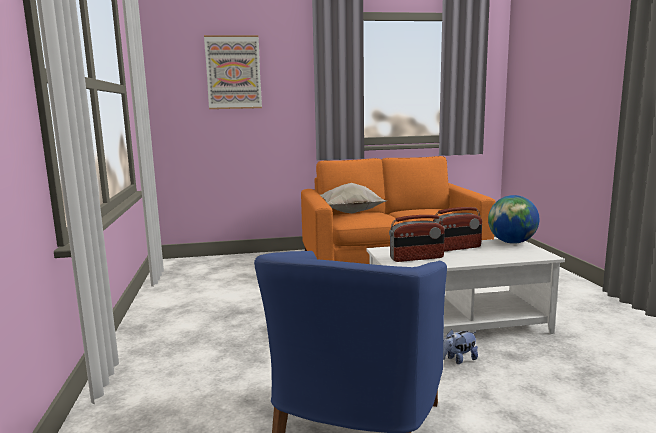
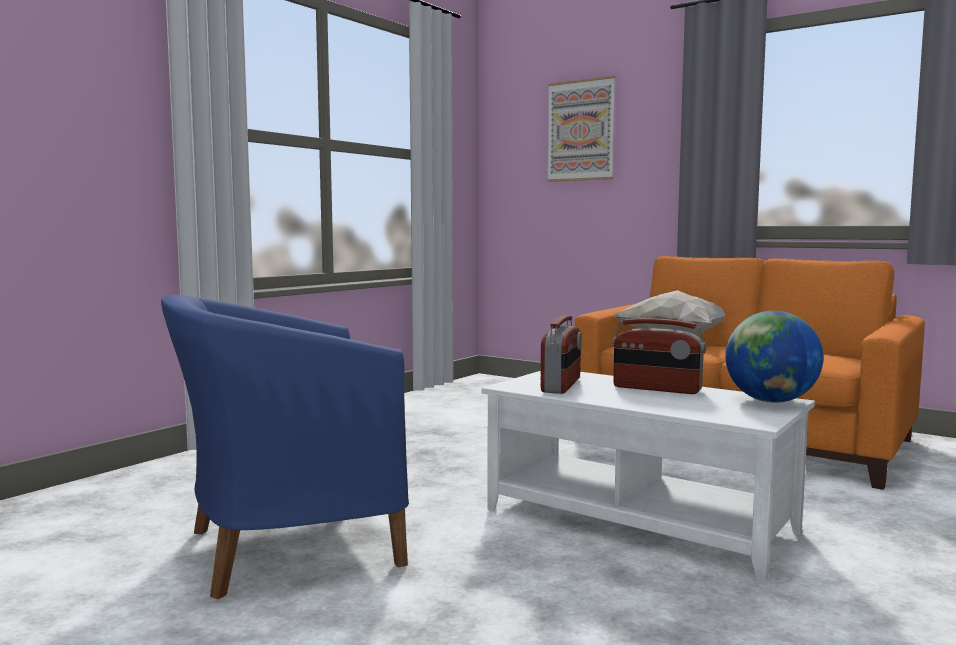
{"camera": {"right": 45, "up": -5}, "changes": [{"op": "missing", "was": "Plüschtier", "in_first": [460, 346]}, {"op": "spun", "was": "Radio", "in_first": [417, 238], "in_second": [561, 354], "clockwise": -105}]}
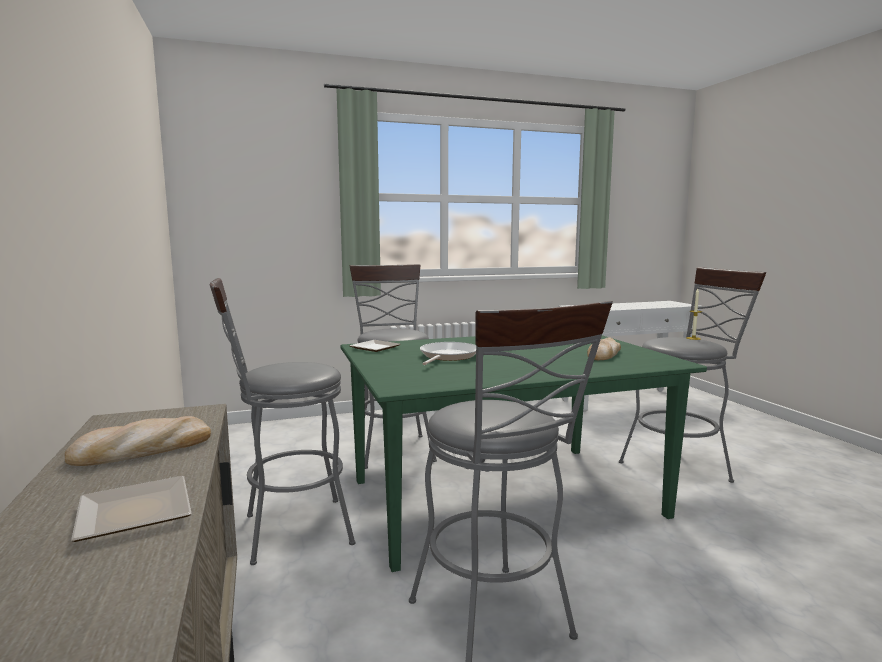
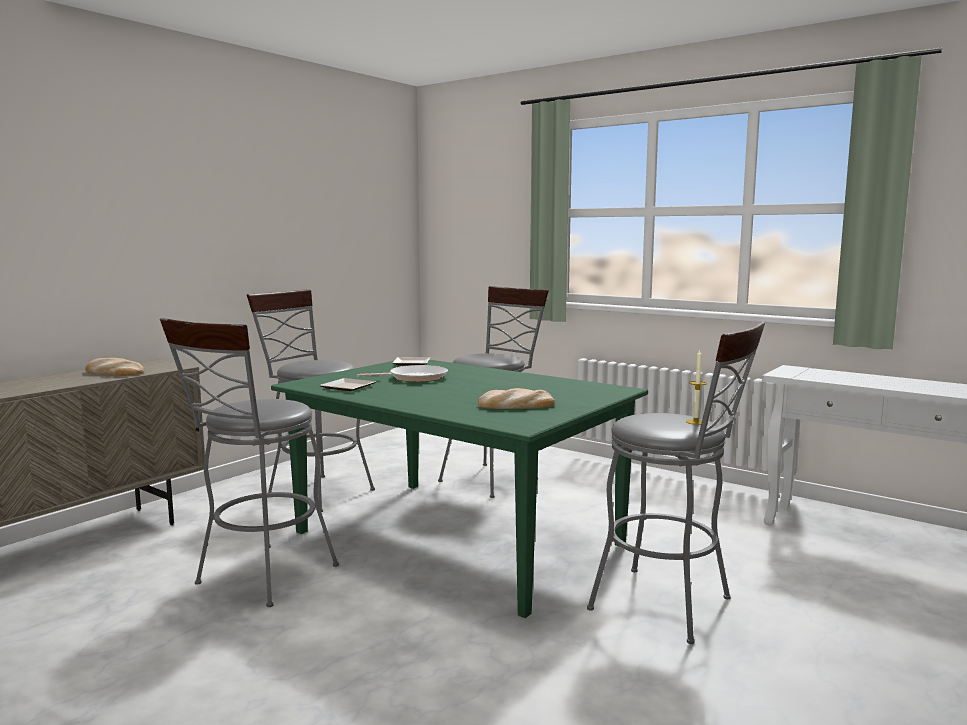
{"camera": {"right": 55, "up": 0}, "changes": [{"op": "relocated", "was": "Teller", "in_first": [131, 509], "in_second": [347, 384]}]}
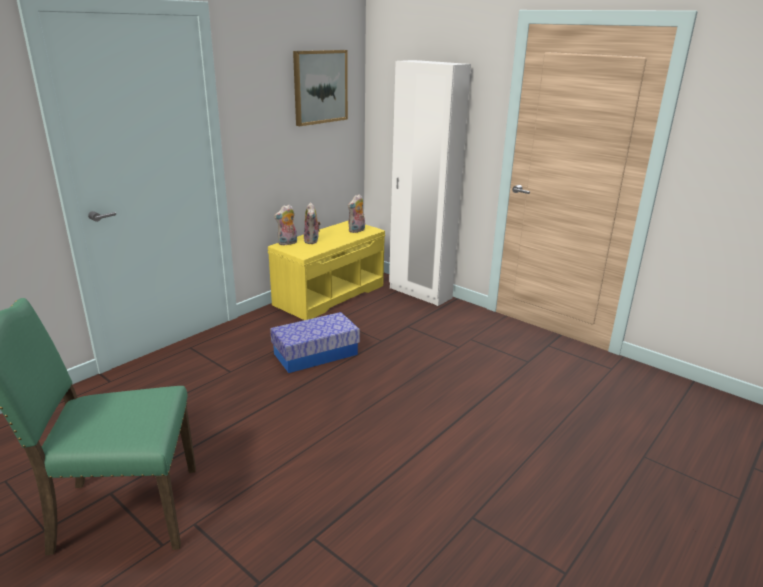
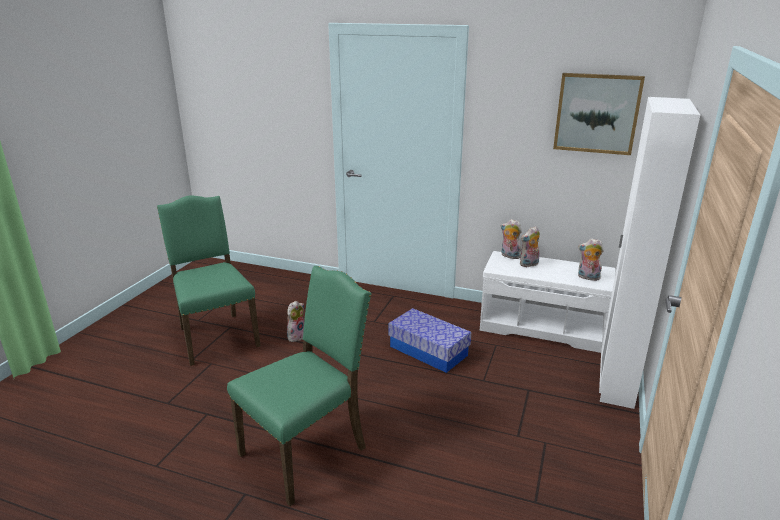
{"camera": {"right": 70, "up": 0}, "changes": [{"op": "appeared", "now": "Stuhl [grün]", "in_second": [299, 386]}, {"op": "appeared", "now": "Plüschtier", "in_second": [295, 321]}, {"op": "colour", "was": "Bank [gelb]", "now": "Bank [weiß]", "in_first": [326, 270], "in_second": [547, 302]}]}
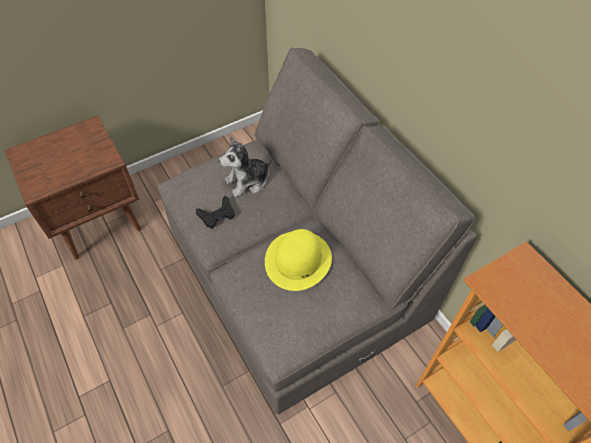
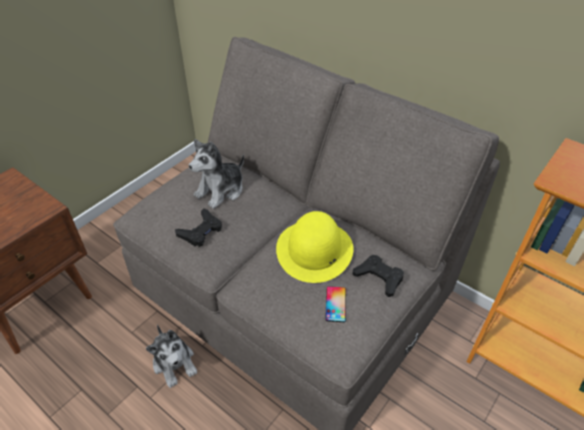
{"camera": {"right": -20, "up": -10}, "changes": [{"op": "appeared", "now": "Plüschtier", "in_second": [171, 356]}, {"op": "appeared", "now": "Handy", "in_second": [335, 304]}, {"op": "appeared", "now": "Gamepad [schwarz]", "in_second": [378, 276]}]}
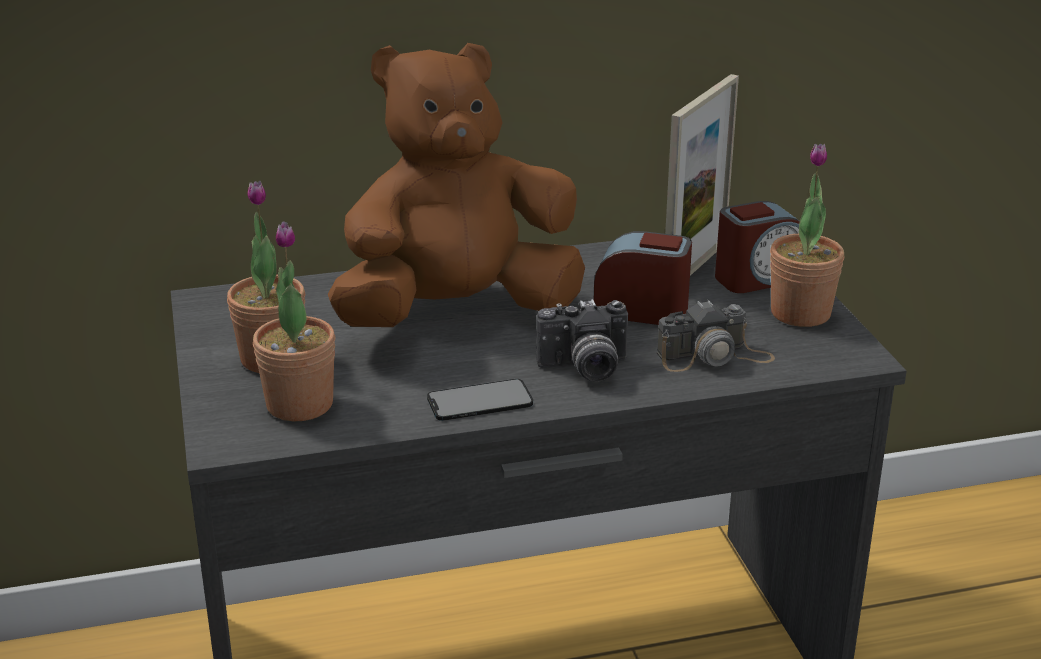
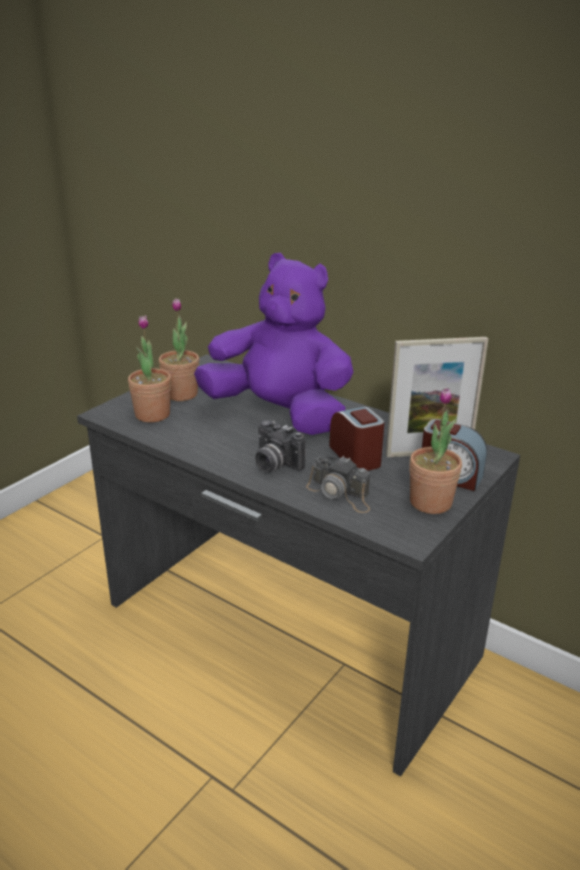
{"camera": {"right": 50, "up": 0}, "changes": [{"op": "missing", "was": "Handy", "in_first": [480, 400]}, {"op": "colour", "was": "Plüschtier [braun]", "now": "Plüschtier [lila]", "in_first": [456, 185], "in_second": [274, 344]}]}
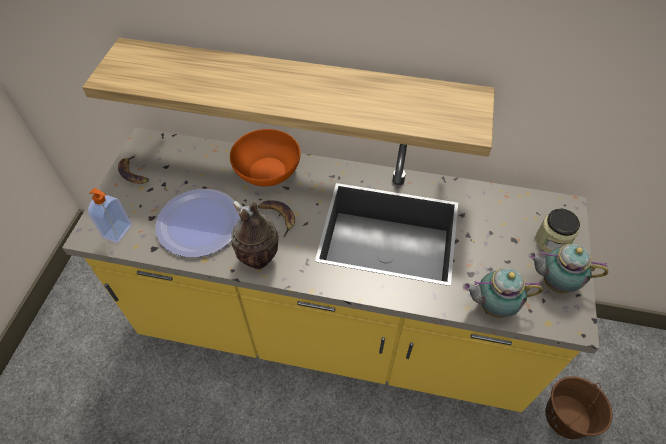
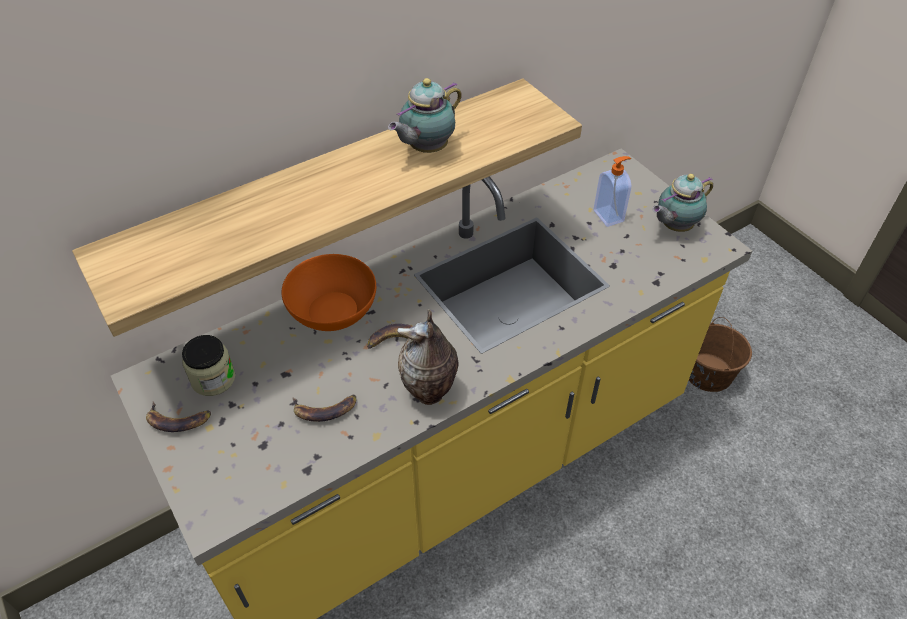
{"camera": {"right": -45, "up": -5}, "changes": [{"op": "relocated", "was": "Seifenspender", "in_first": [110, 215], "in_second": [612, 191]}, {"op": "relocated", "was": "Teekanne", "in_first": [503, 293], "in_second": [425, 115]}, {"op": "relocated", "was": "Vorratsglas", "in_first": [557, 230], "in_second": [208, 365]}, {"op": "exchanged", "was": "Teller", "now": "Banane", "in_first": [197, 223], "in_second": [324, 408]}]}
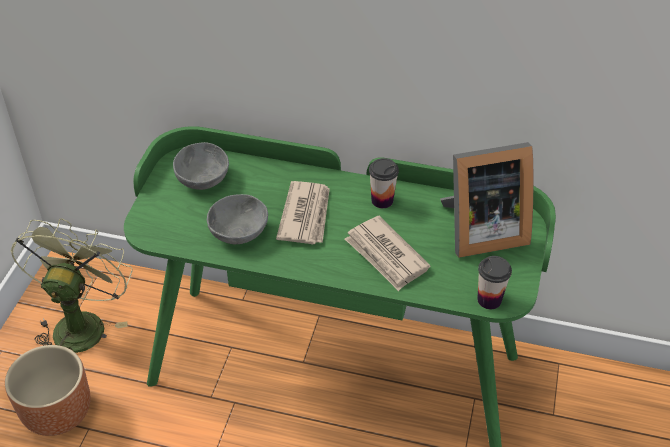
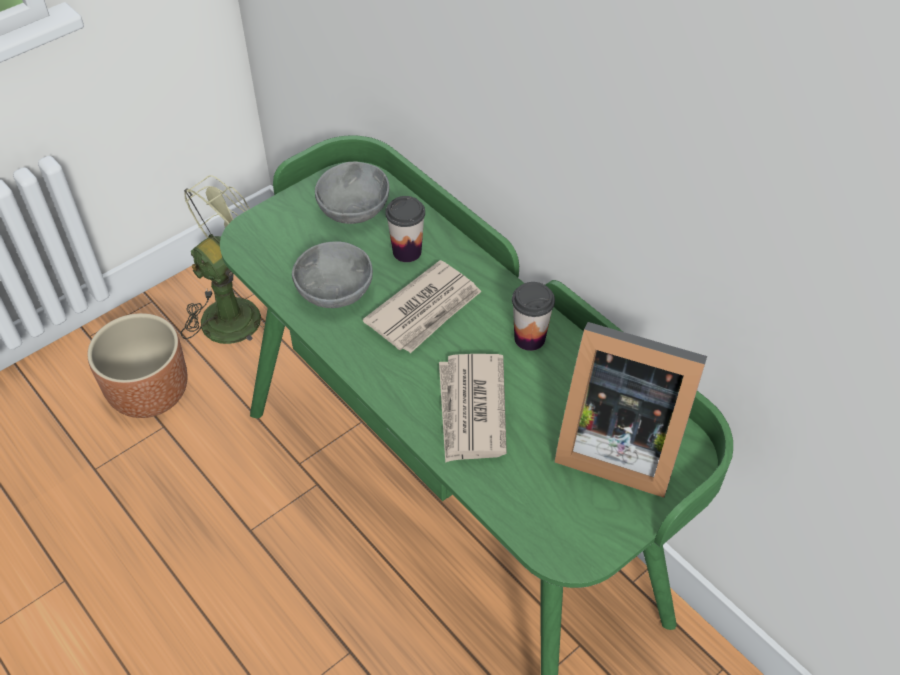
{"camera": {"right": 35, "up": 5}, "changes": [{"op": "relocated", "was": "Tasse", "in_first": [494, 282], "in_second": [405, 229]}]}
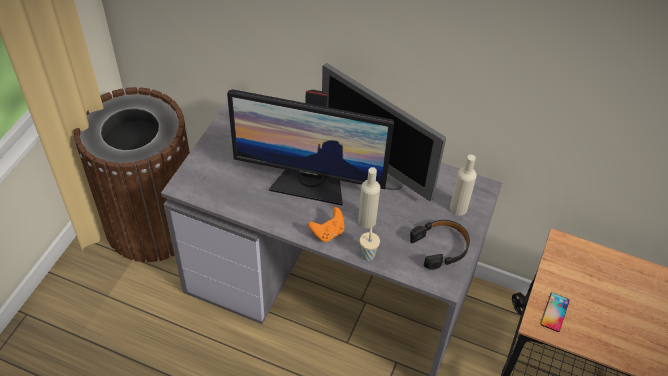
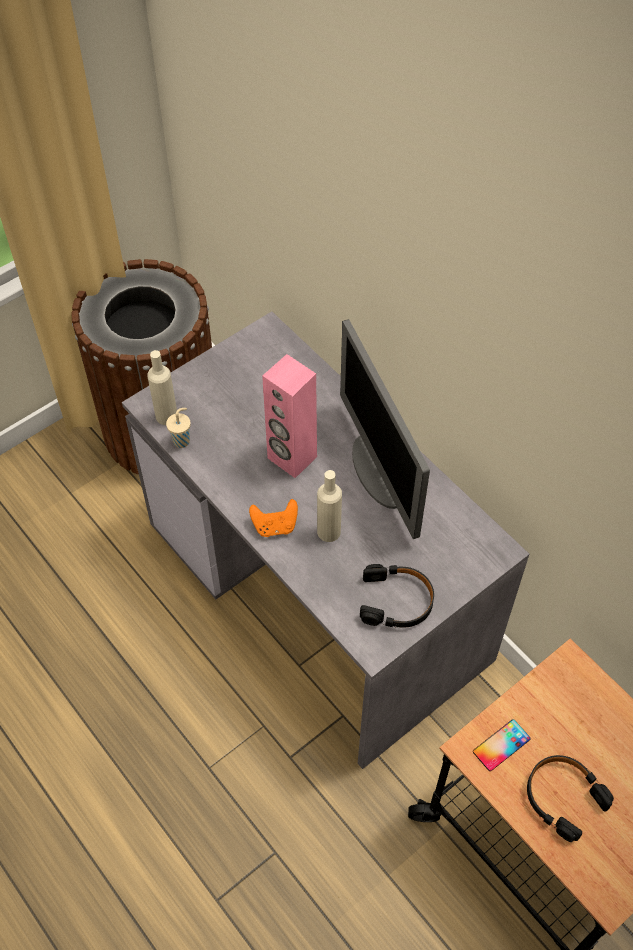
{"camera": {"right": 30, "up": 5}, "changes": [{"op": "appeared", "now": "Kopfhörer [schwarz]", "in_second": [570, 798]}, {"op": "relocated", "was": "Tasse [beige]", "in_first": [370, 243], "in_second": [178, 428]}, {"op": "relocated", "was": "Flasche [beige]", "in_first": [463, 185], "in_second": [162, 387]}, {"op": "exchanged", "was": "Monitor", "now": "Lautsprecher [rosa]", "in_first": [310, 147], "in_second": [289, 416]}]}
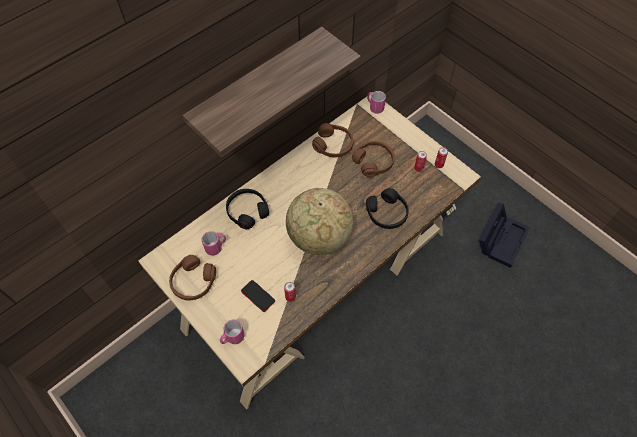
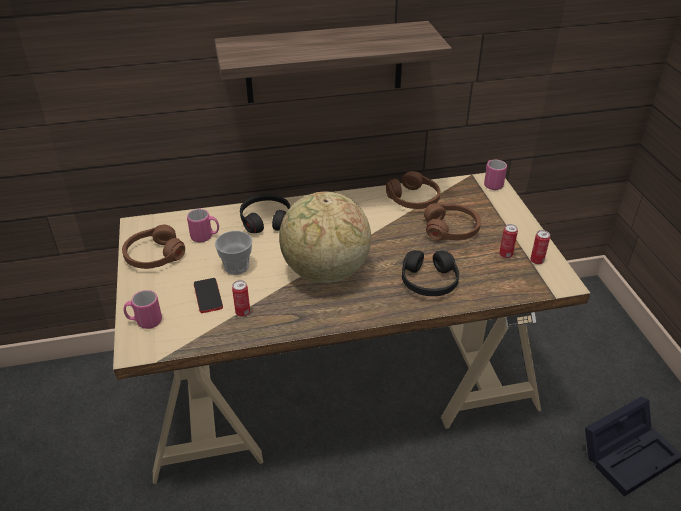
{"camera": {"right": 30, "up": -20}, "changes": [{"op": "appeared", "now": "Tasse", "in_second": [233, 253]}]}
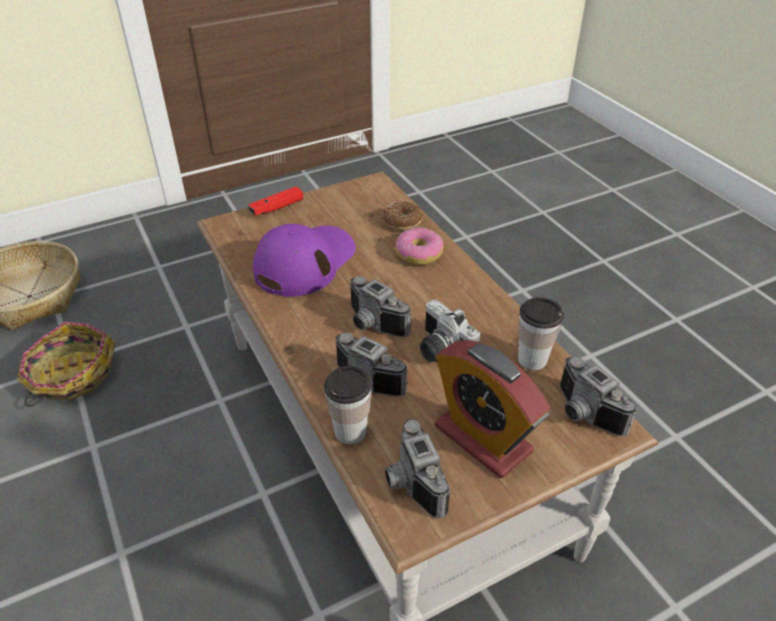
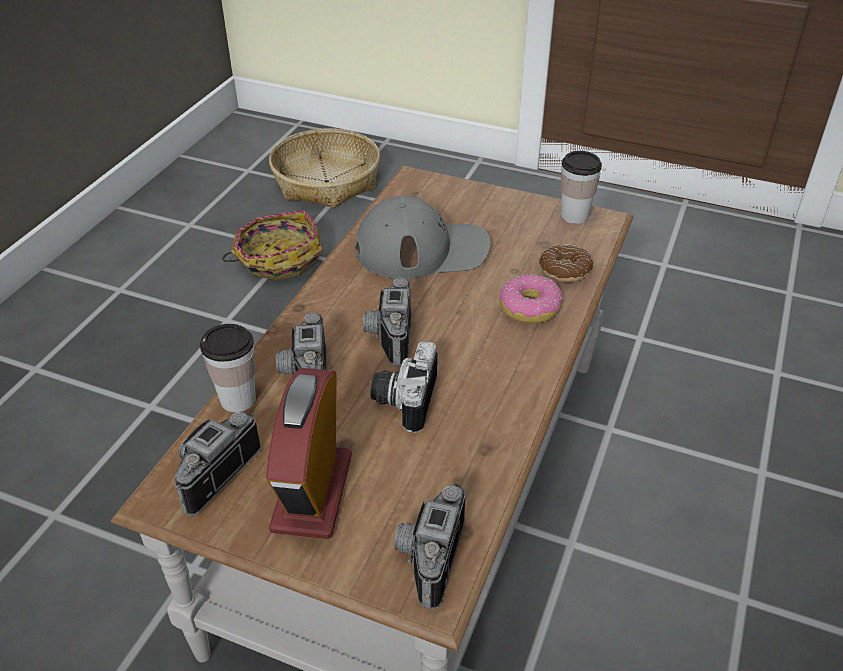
{"camera": {"right": 50, "up": 0}, "changes": [{"op": "missing", "was": "Gamepad [rot]", "in_first": [275, 201]}, {"op": "relocated", "was": "Tasse", "in_first": [541, 333], "in_second": [581, 187]}, {"op": "colour", "was": "Kappe [lila]", "now": "Kappe [grau]", "in_first": [304, 260], "in_second": [422, 237]}]}
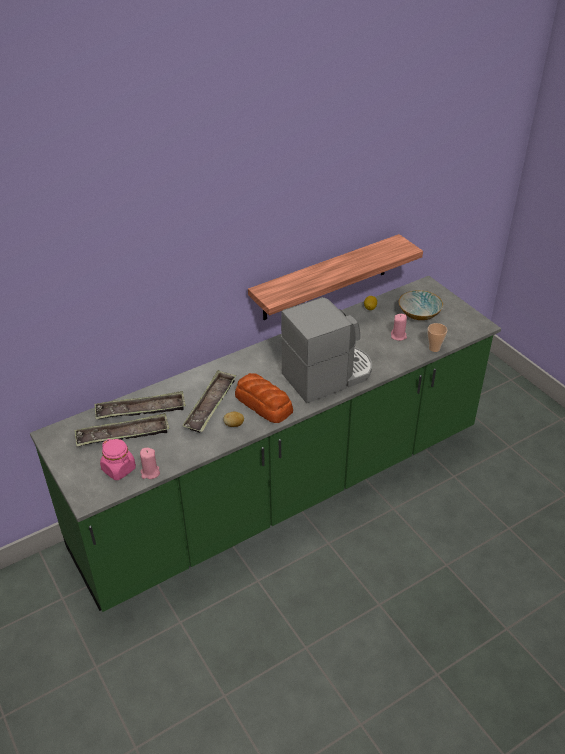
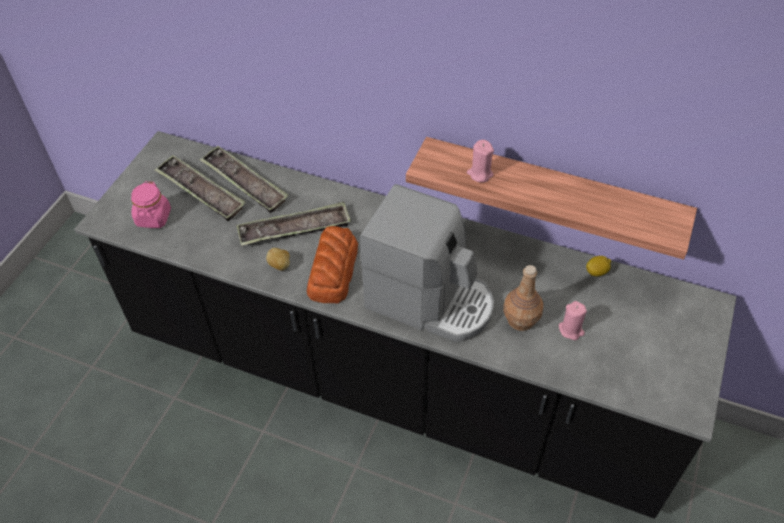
{"camera": {"right": 55, "up": 10}, "changes": [{"op": "missing", "was": "Schüssel", "in_first": [421, 305]}, {"op": "missing", "was": "Tasse", "in_first": [437, 337]}, {"op": "appeared", "now": "Flasche [braun]", "in_second": [523, 298]}, {"op": "relocated", "was": "Kerze [rosa]", "in_first": [150, 463], "in_second": [480, 161]}, {"op": "colour", "was": "Küchenzeile [grün]", "now": "Küchenzeile [schwarz]", "in_first": [265, 444], "in_second": [405, 325]}]}
